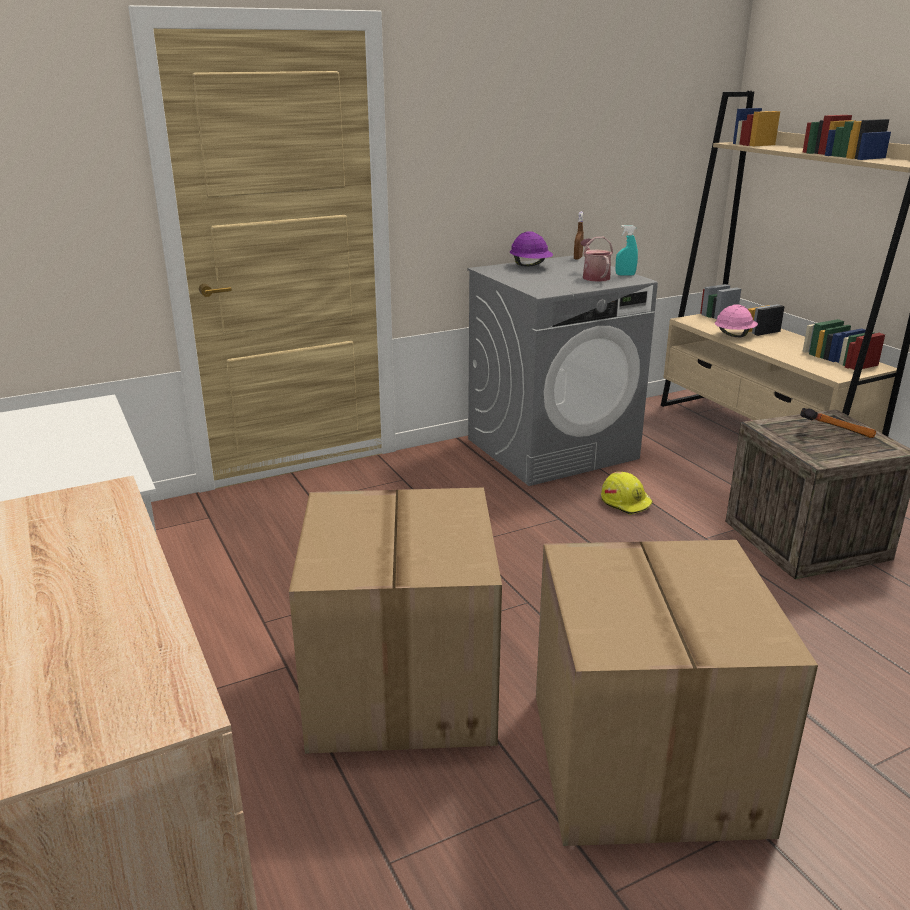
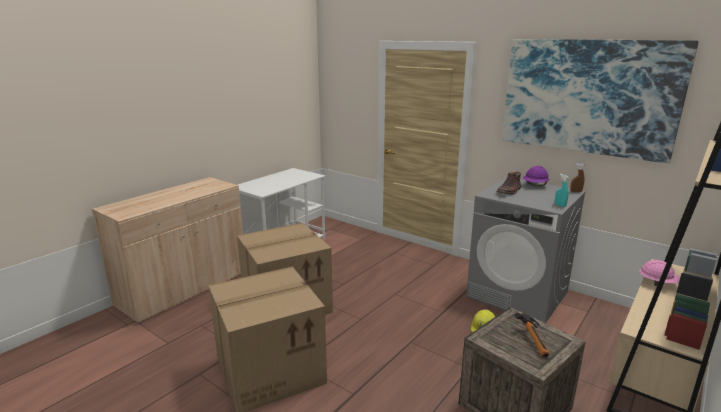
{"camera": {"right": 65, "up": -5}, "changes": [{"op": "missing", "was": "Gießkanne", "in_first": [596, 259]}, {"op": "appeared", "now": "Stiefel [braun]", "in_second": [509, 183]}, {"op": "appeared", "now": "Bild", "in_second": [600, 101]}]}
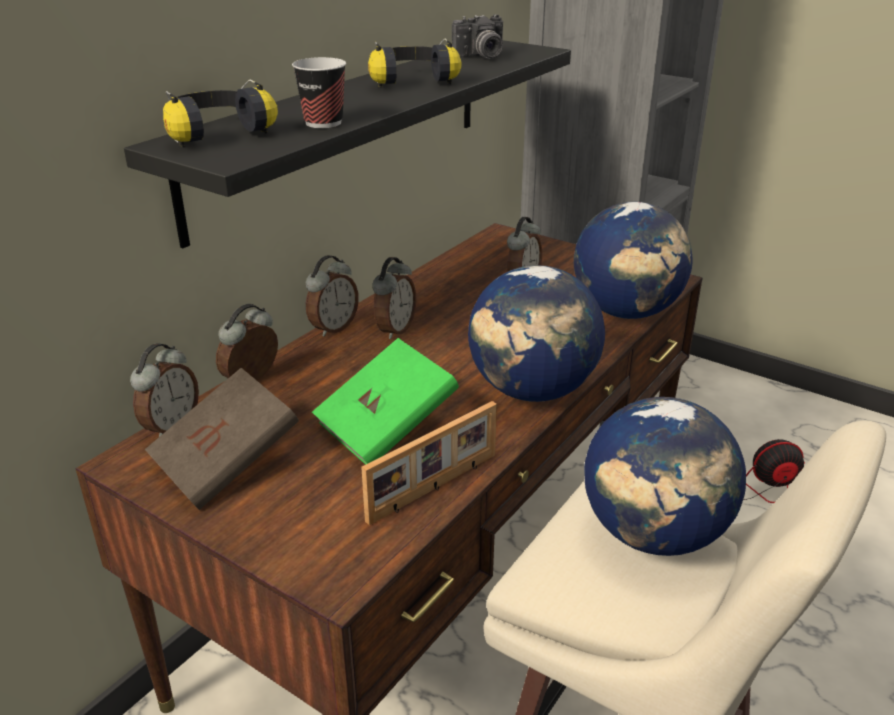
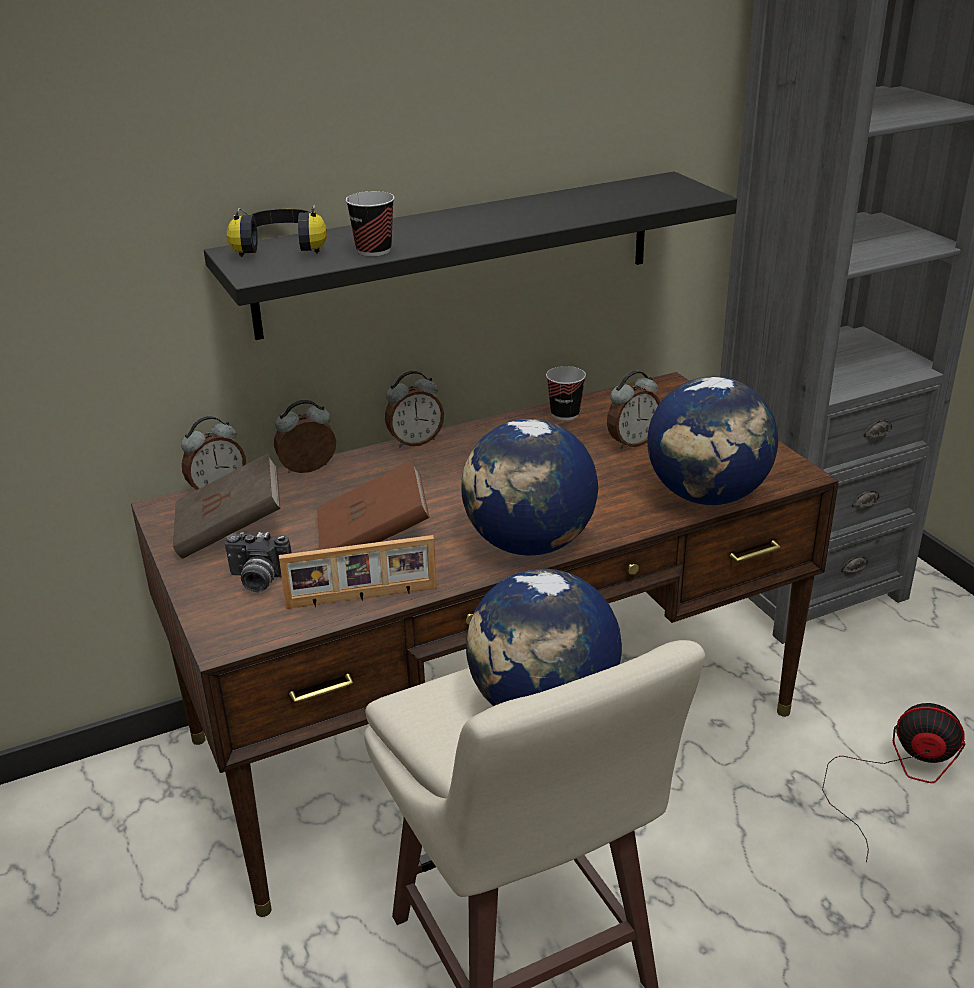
{"camera": {"right": 30, "up": 0}, "changes": [{"op": "missing", "was": "Kopfhörer", "in_first": [414, 63]}, {"op": "missing", "was": "Wecker", "in_first": [394, 298]}, {"op": "appeared", "now": "Tasse", "in_second": [566, 393]}, {"op": "relocated", "was": "Kamera", "in_first": [477, 36], "in_second": [258, 562]}, {"op": "colour", "was": "Buch [grün]", "now": "Buch [braun]", "in_first": [385, 401], "in_second": [373, 505]}]}
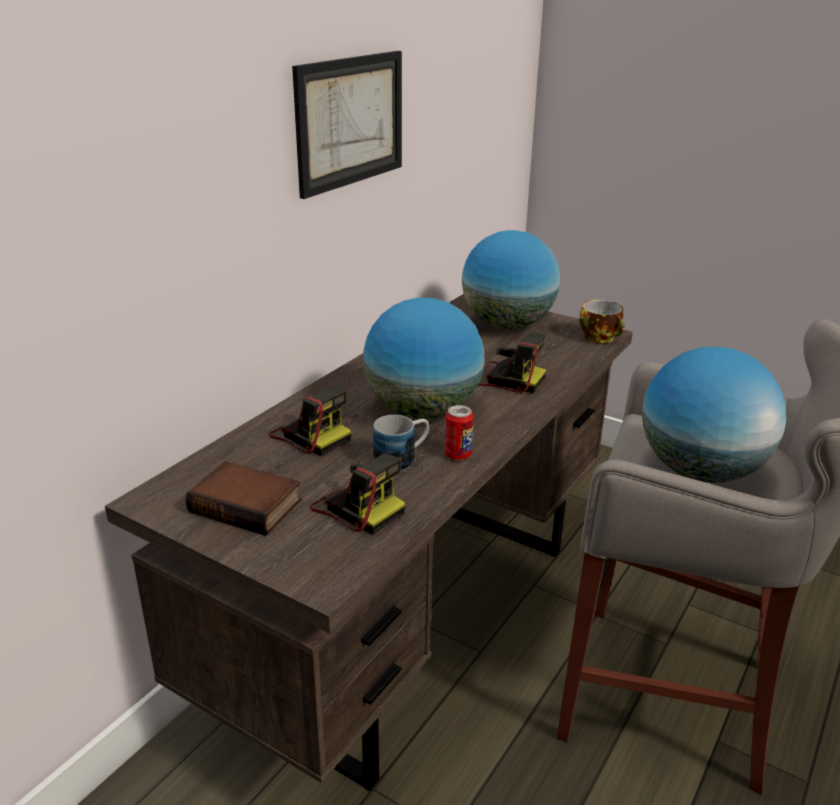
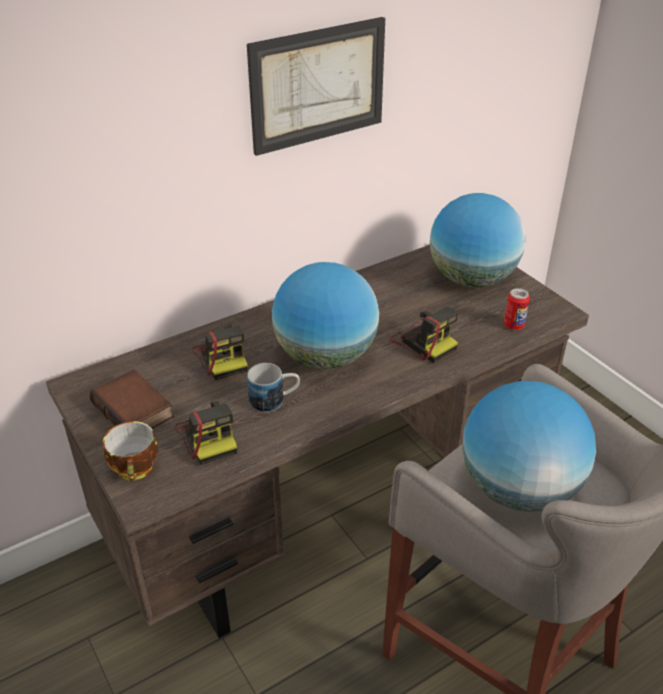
{"camera": {"right": 25, "up": 10}, "changes": [{"op": "relocated", "was": "Dose", "in_first": [459, 432], "in_second": [517, 309]}, {"op": "relocated", "was": "Tasse", "in_first": [602, 321], "in_second": [130, 451]}]}
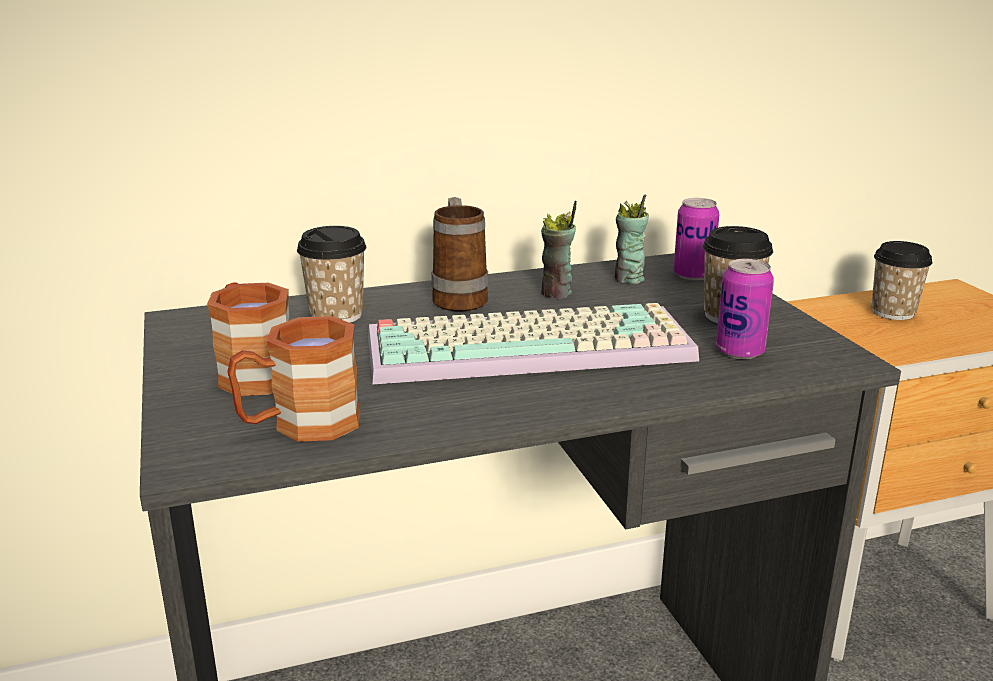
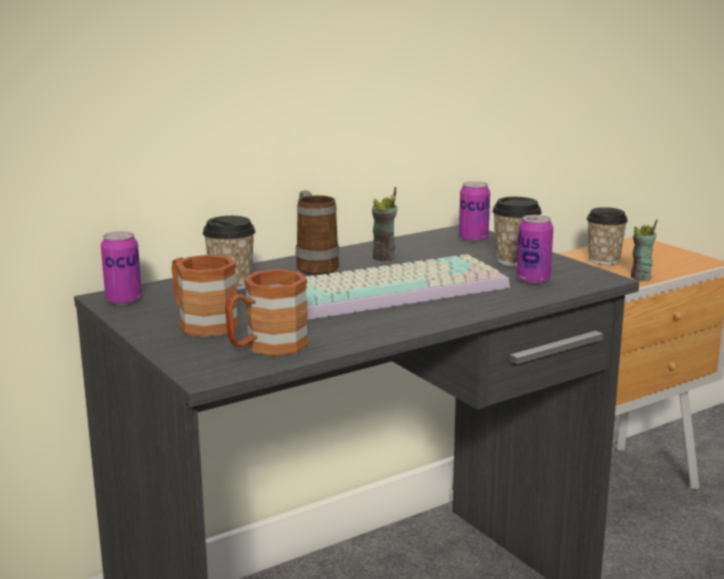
{"camera": {"right": -15, "up": -5}, "changes": [{"op": "appeared", "now": "Dose", "in_second": [121, 268]}, {"op": "relocated", "was": "Tasse", "in_first": [632, 239], "in_second": [644, 250]}]}
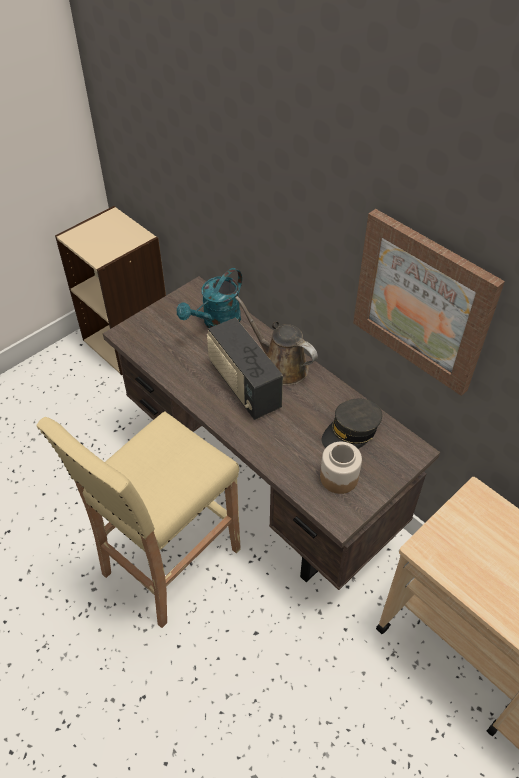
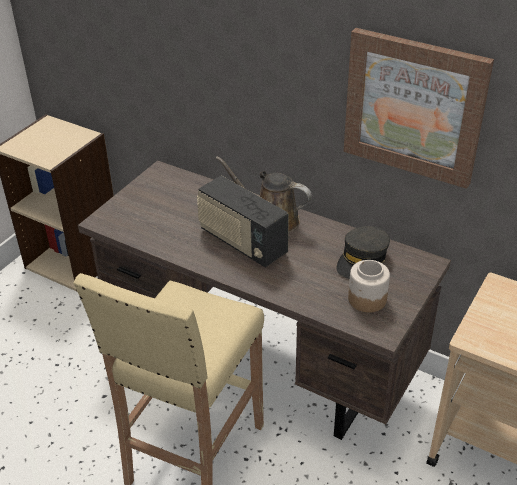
{"camera": {"right": -15, "up": -10}, "changes": [{"op": "missing", "was": "Gießkanne [türkis]", "in_first": [209, 298]}]}
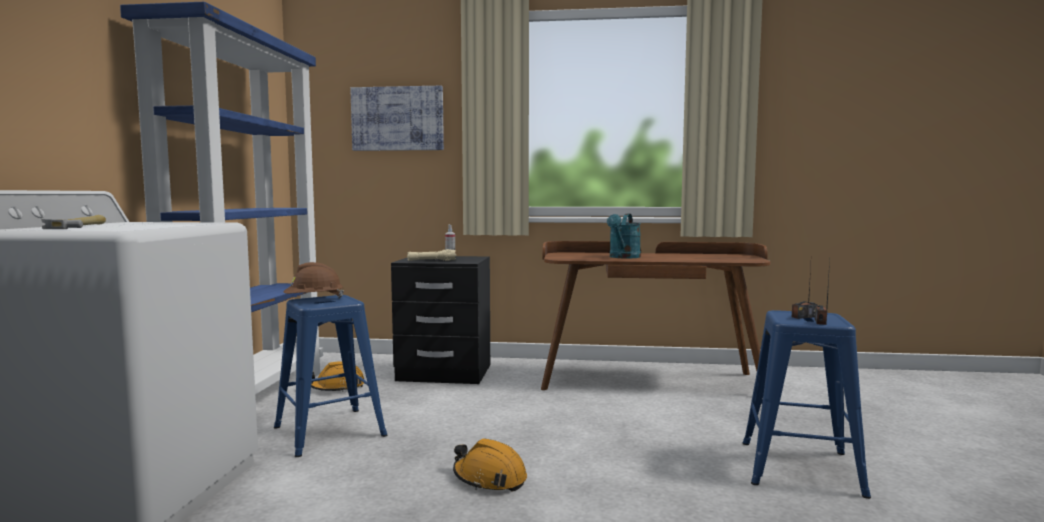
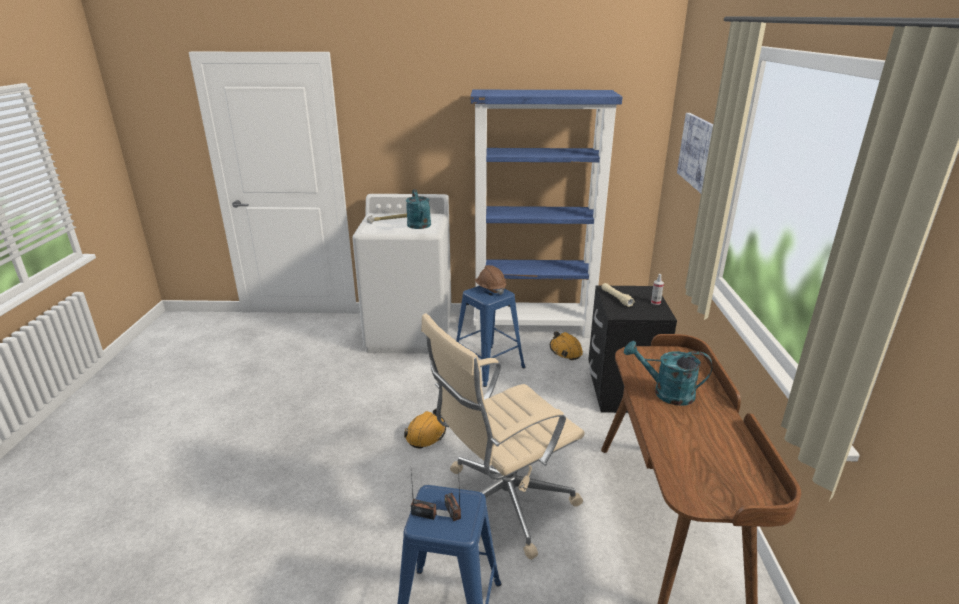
{"camera": {"right": 85, "up": 20}, "changes": [{"op": "appeared", "now": "Gießkanne [türkis]", "in_second": [418, 209]}, {"op": "appeared", "now": "Bürostuhl [beige]", "in_second": [503, 437]}]}
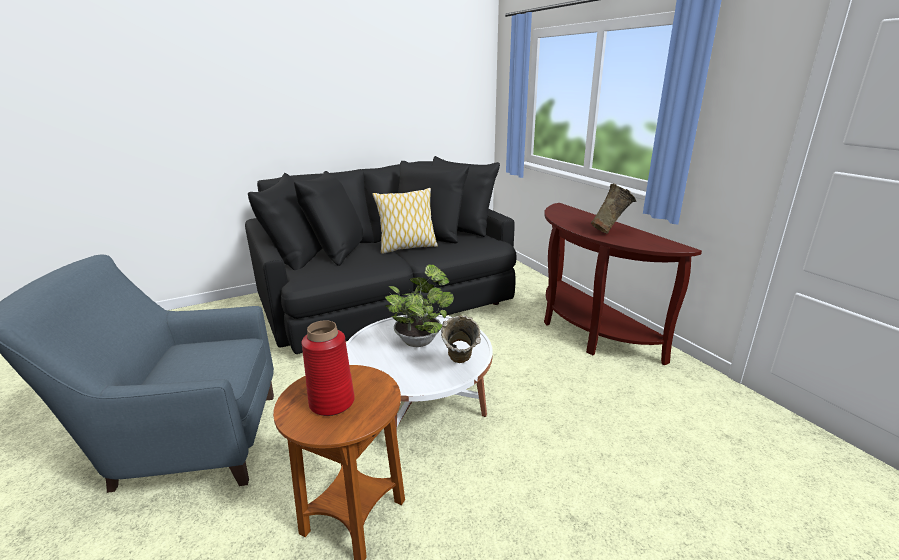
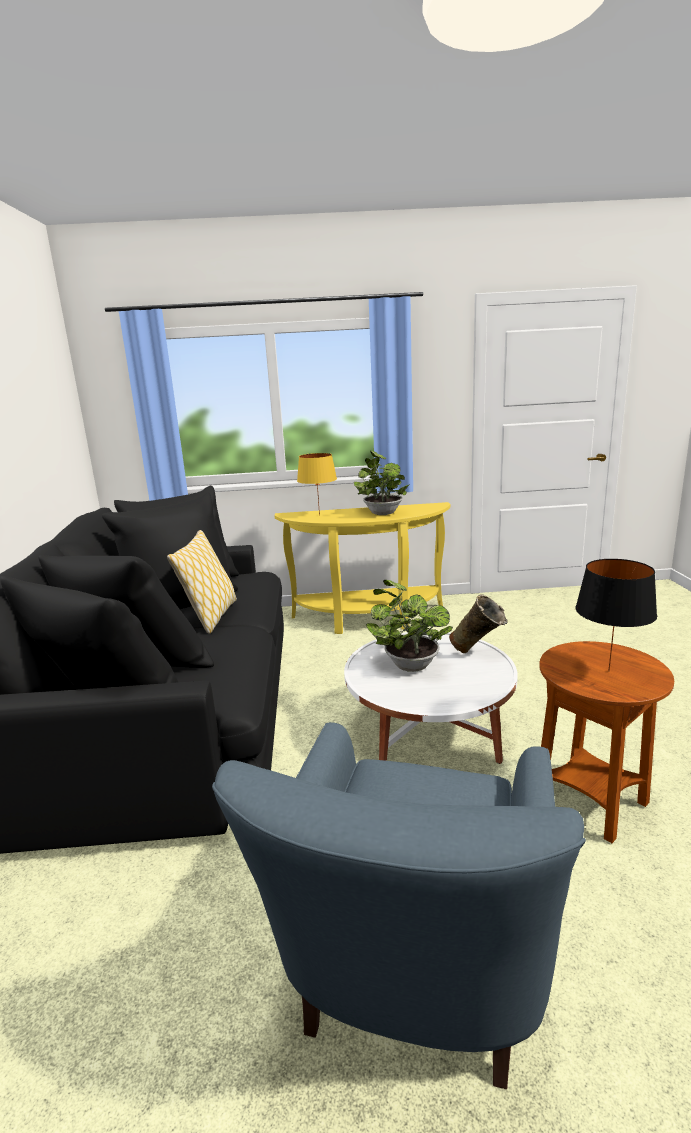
{"camera": {"right": -65, "up": -5}, "changes": [{"op": "appeared", "now": "Tischlampe [gelb]", "in_second": [317, 484]}, {"op": "exchanged", "was": "Vase [rot]", "now": "Tischlampe [schwarz]", "in_first": [328, 368], "in_second": [616, 615]}, {"op": "exchanged", "was": "Vase [beige]", "now": "Topfpflanze", "in_first": [614, 209], "in_second": [382, 482]}, {"op": "colour", "was": "Konsolentisch [braun]", "now": "Konsolentisch [gelb]", "in_first": [623, 284], "in_second": [362, 568]}]}
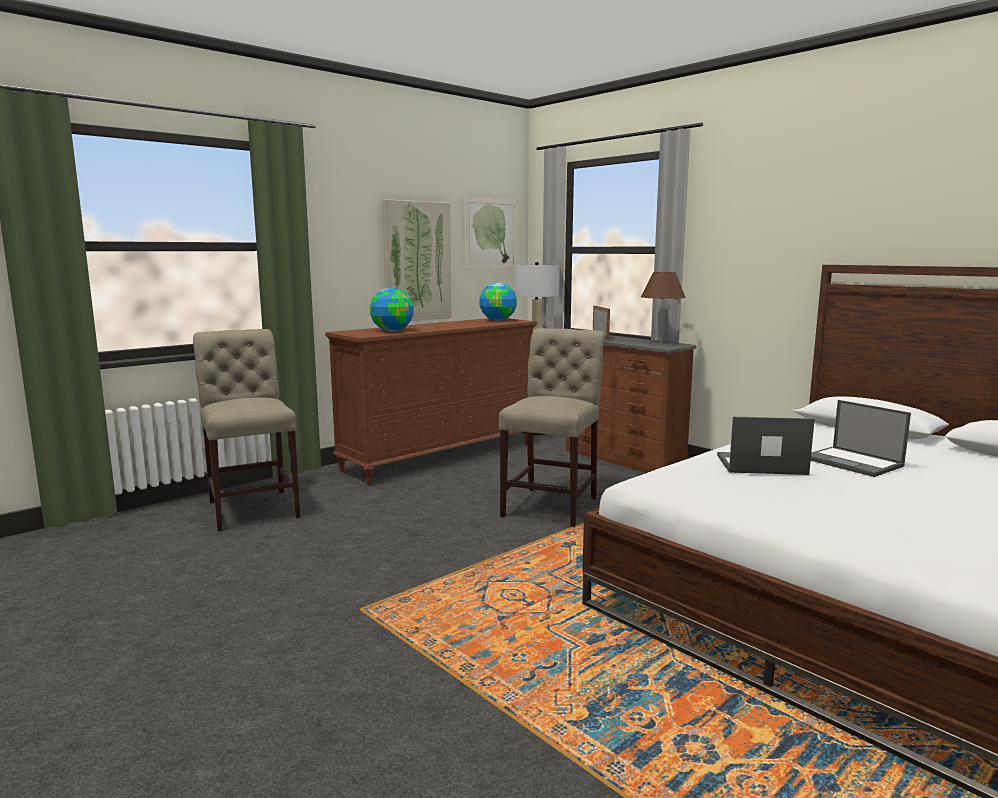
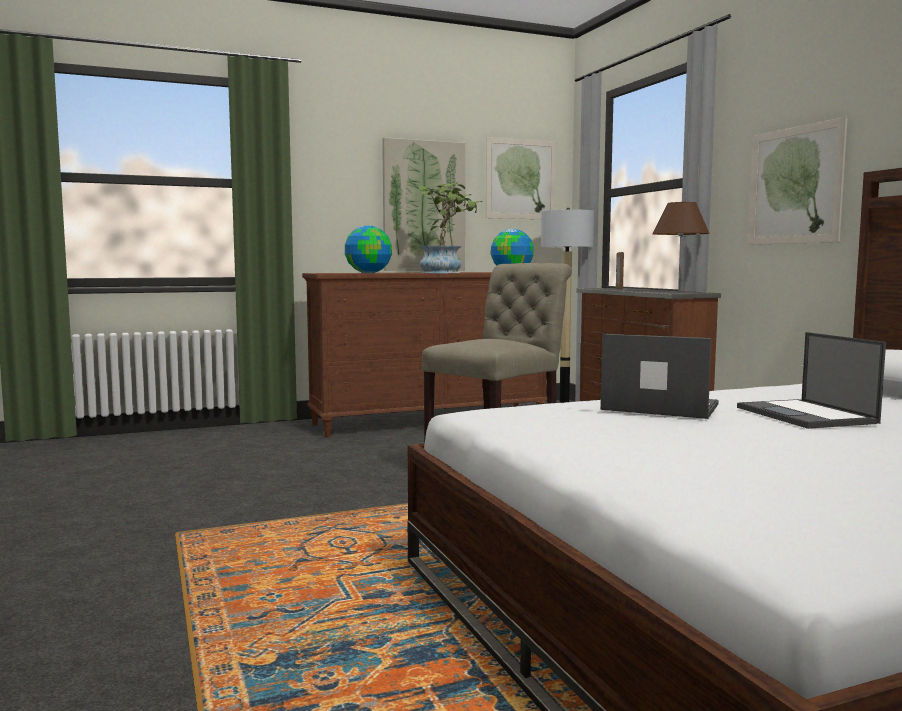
{"camera": {"right": 20, "up": -5}, "changes": [{"op": "missing", "was": "Stuhl [beige]", "in_first": [247, 430]}, {"op": "appeared", "now": "Topfpflanze", "in_second": [449, 227]}, {"op": "appeared", "now": "Bild", "in_second": [797, 181]}]}
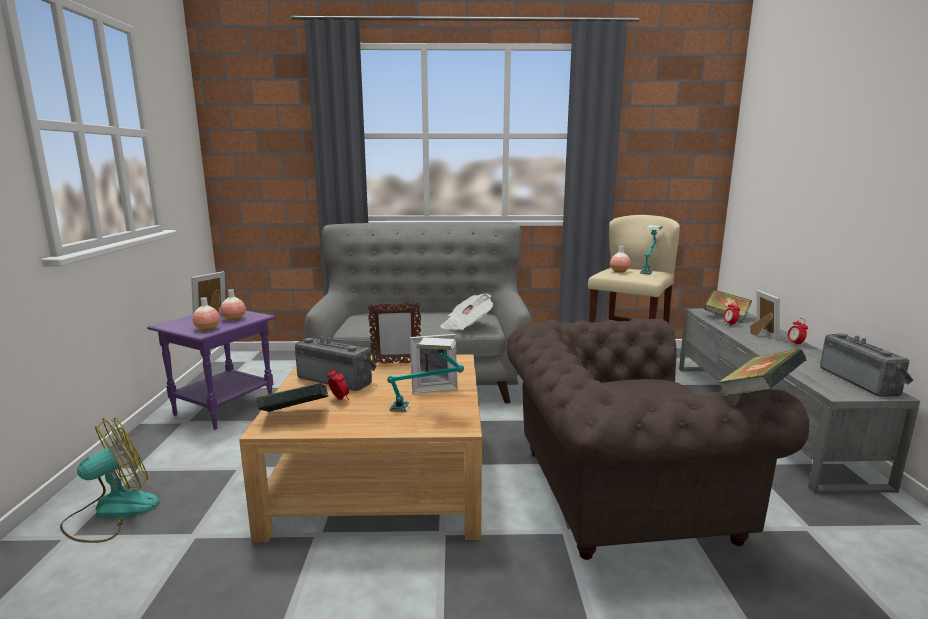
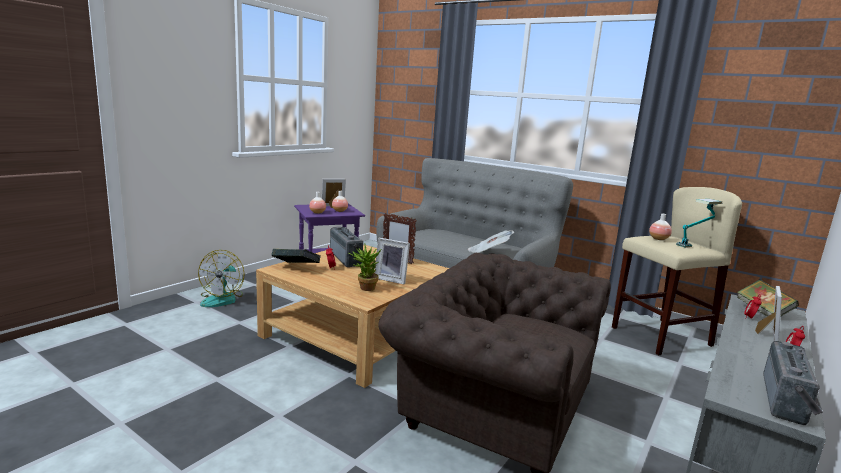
{"camera": {"right": 35, "up": 0}, "changes": [{"op": "missing", "was": "Buch", "in_first": [762, 373]}, {"op": "exchanged", "was": "Tischlampe", "now": "Topfpflanze", "in_first": [425, 374], "in_second": [364, 267]}, {"op": "spun", "was": "Ventilator", "in_first": [110, 480], "in_second": [221, 278], "clockwise": 105}]}
